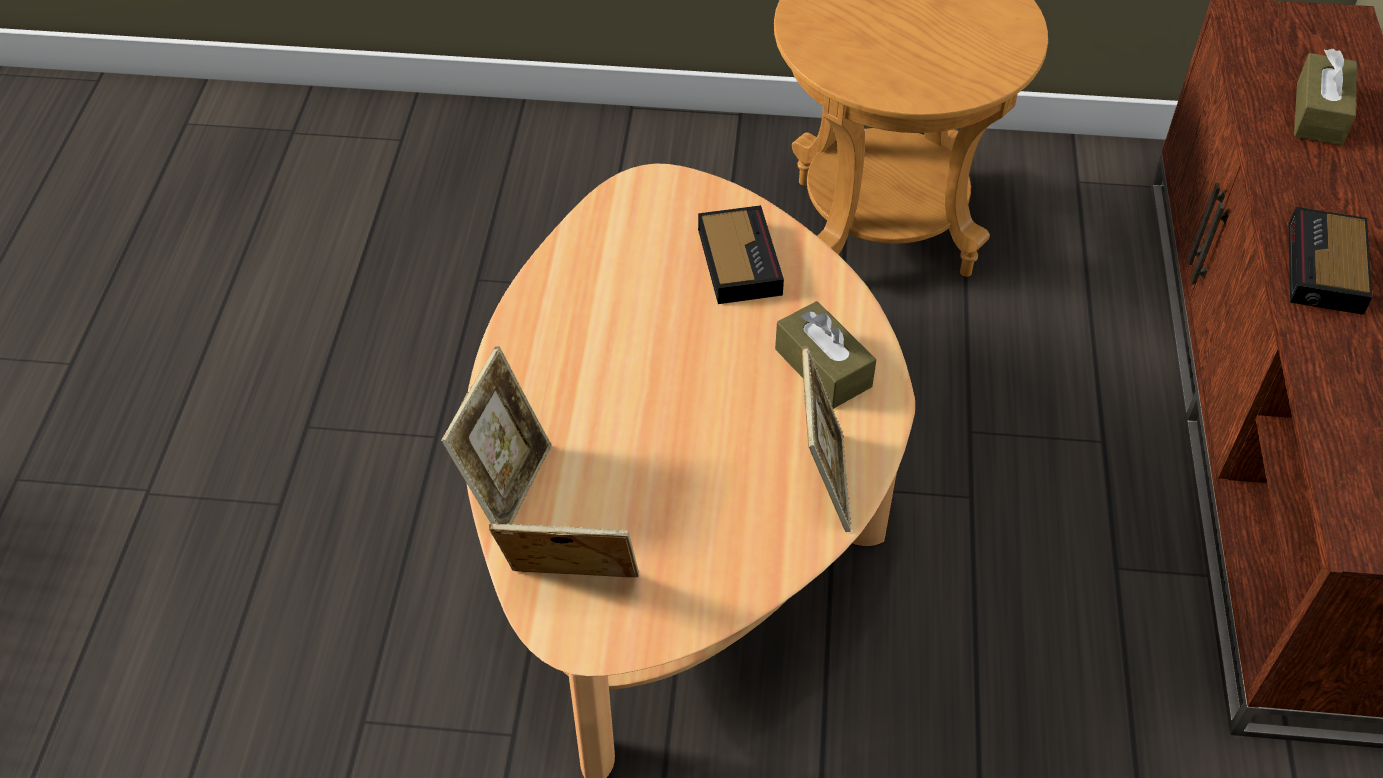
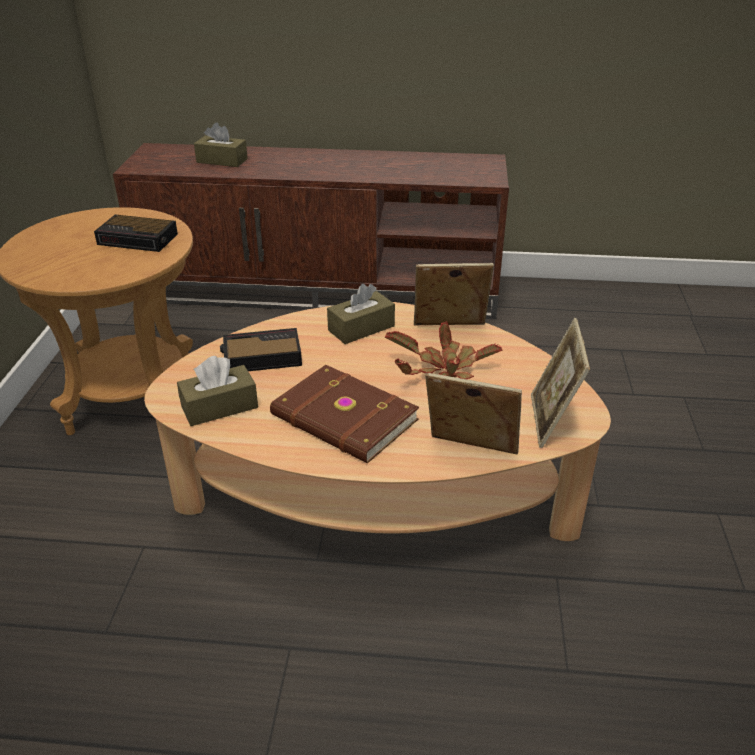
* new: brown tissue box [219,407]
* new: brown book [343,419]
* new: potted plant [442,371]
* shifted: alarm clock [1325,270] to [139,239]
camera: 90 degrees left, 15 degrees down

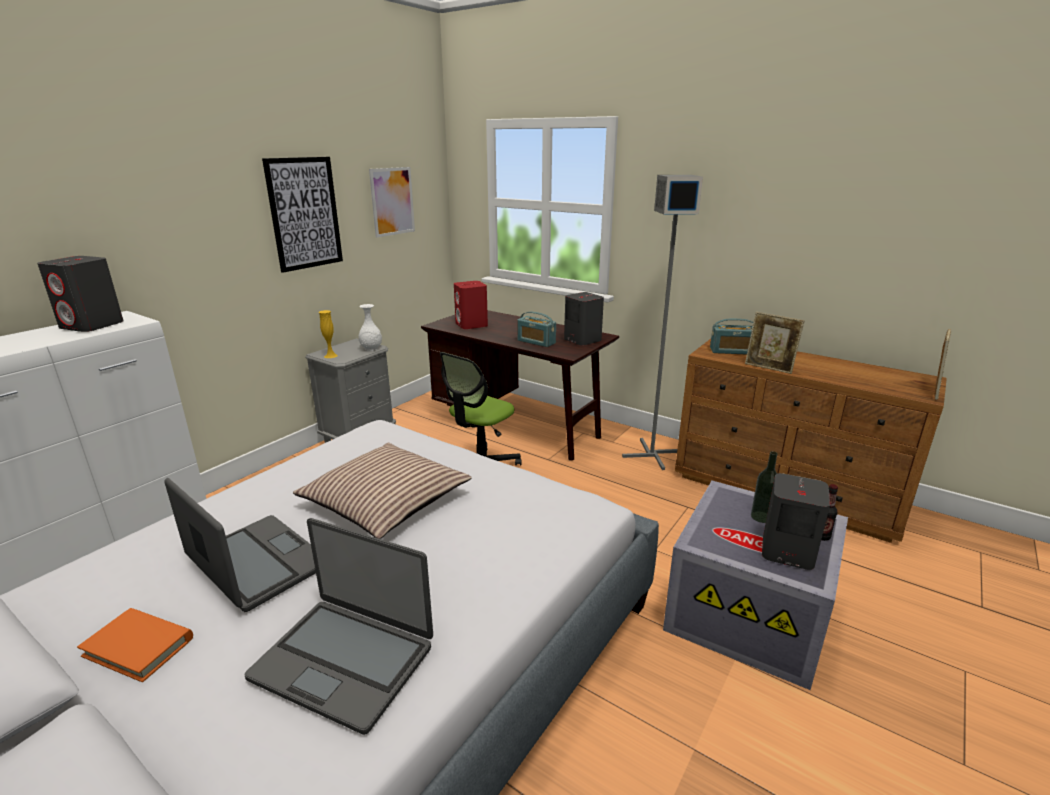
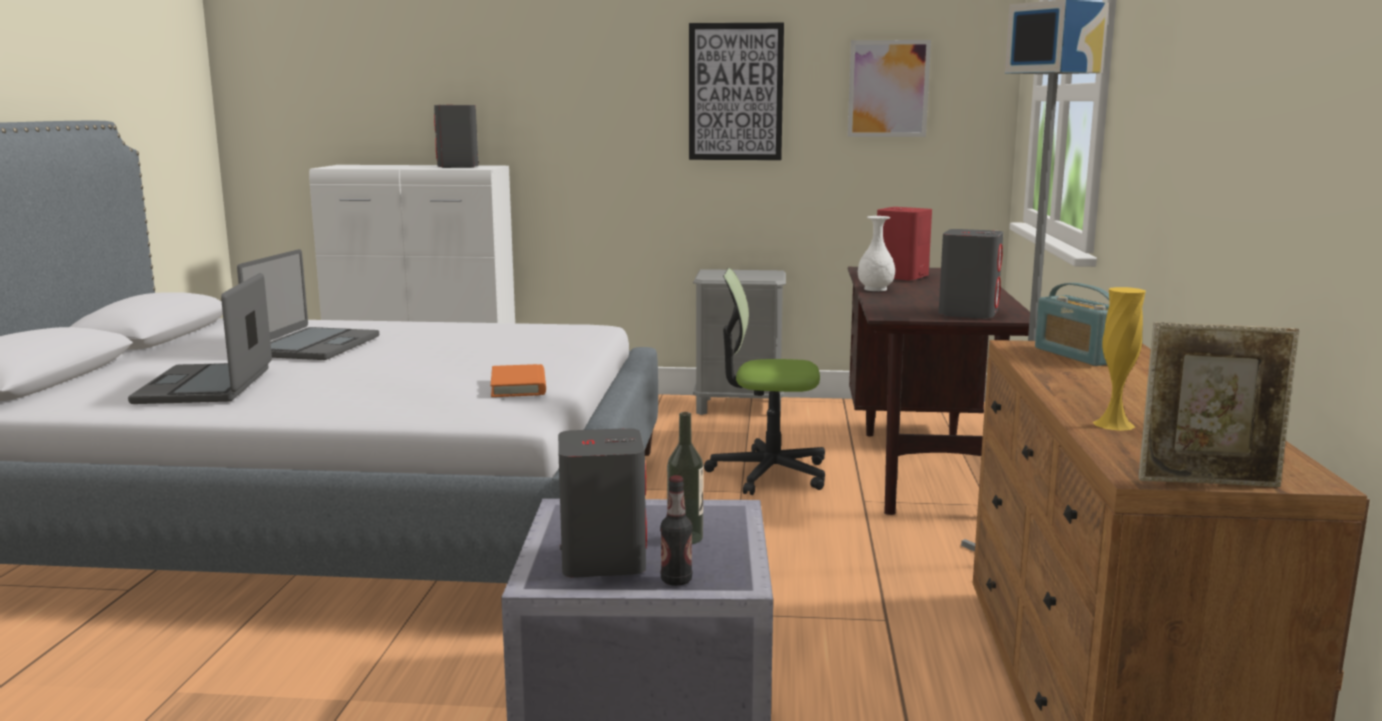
* gone: pillow [385,501]
* gone: radio [536,342]
* gone: picture frame [769,368]
* shifted: orange book [139,647] to [518,386]
* shifted: yellow vase [330,356] to [1113,424]
* shifted: white vase [371,348] to [875,289]
camera: 60 degrees right, 10 degrees down

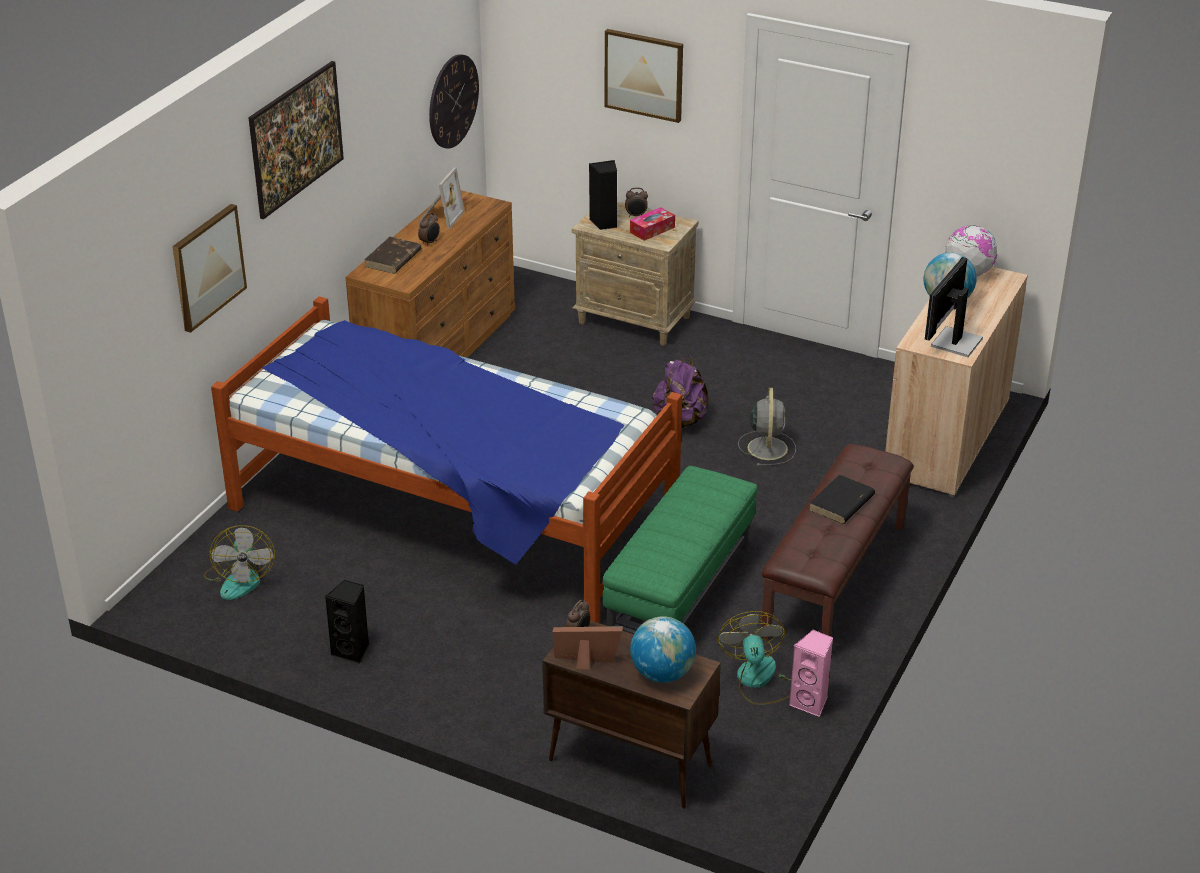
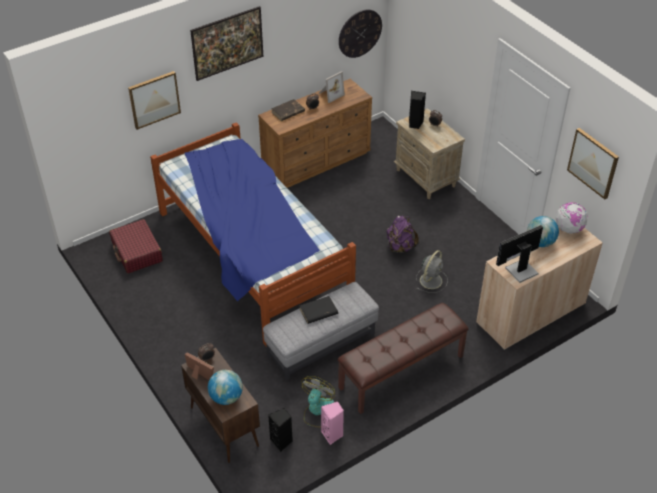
* gone: tissue box [652,230]
* shifted: black speaker [352,651] to [282,442]
* shifted: picture [644,74] to [593,163]
* shifted: black book [841,503] to [318,312]
* swapped: fan [240,579] to red suitcase [137,252]
* repainted: green ottoman [679,591] to grey ottoman [321,344]
camera: 30 degrees right, 10 degrees up

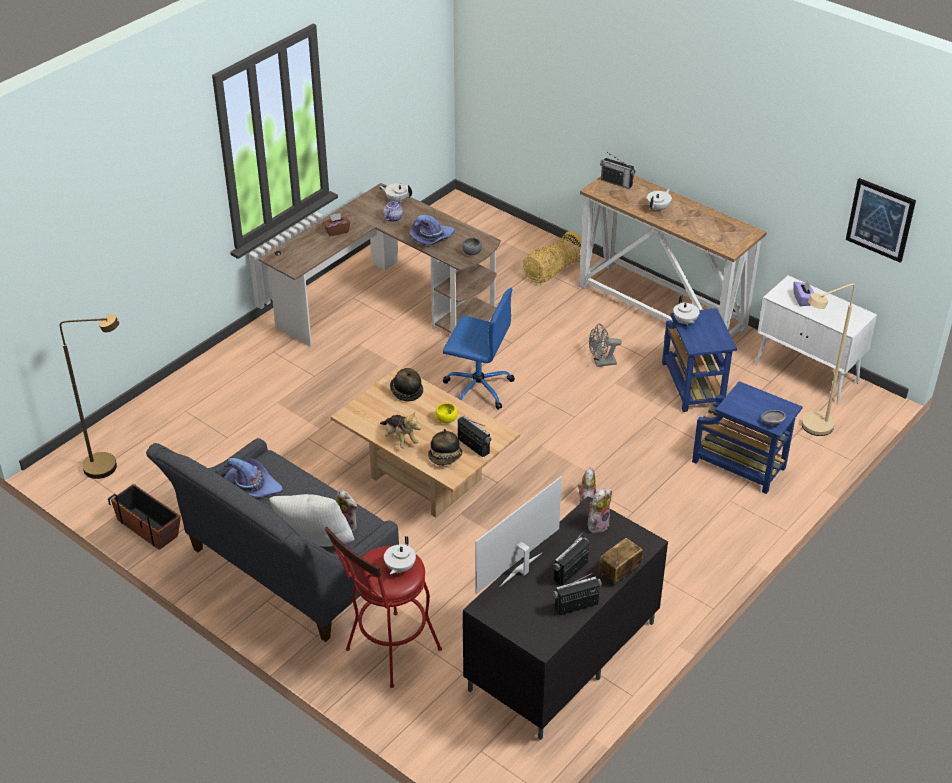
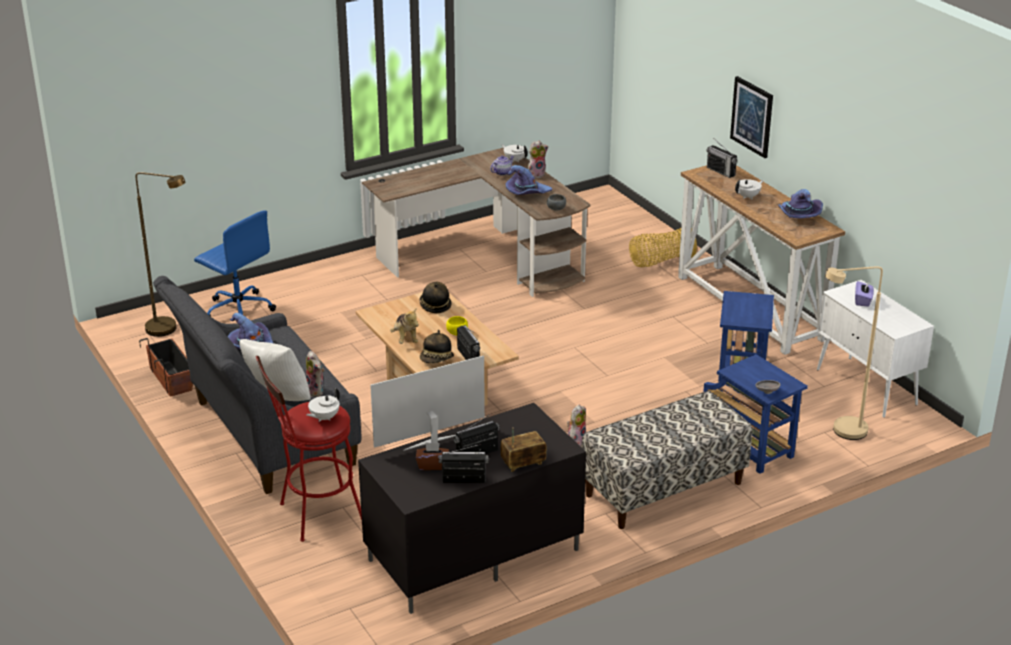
* gone: grey fan [601,363]
* gone: white teapot [685,322]
* new: bench [664,489]
* new: purple hat [797,215]
* shifted: brown tissue box [337,231] to [432,465]
* shifted: blue office chair [477,388] to [238,310]
* shifted: plush toy [597,524] to [536,174]
* shifted: picture [880,219] to [752,116]
camera: 20 degrees right, 10 degrees down

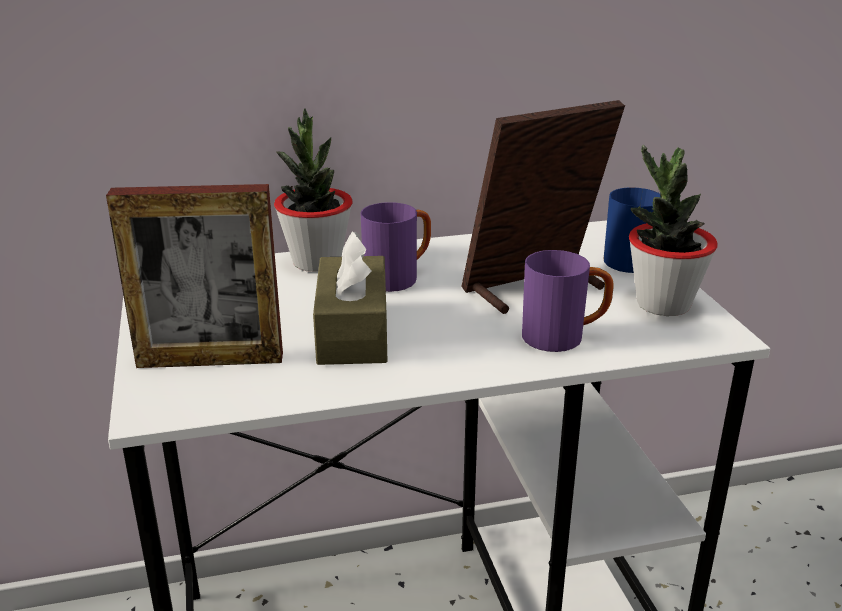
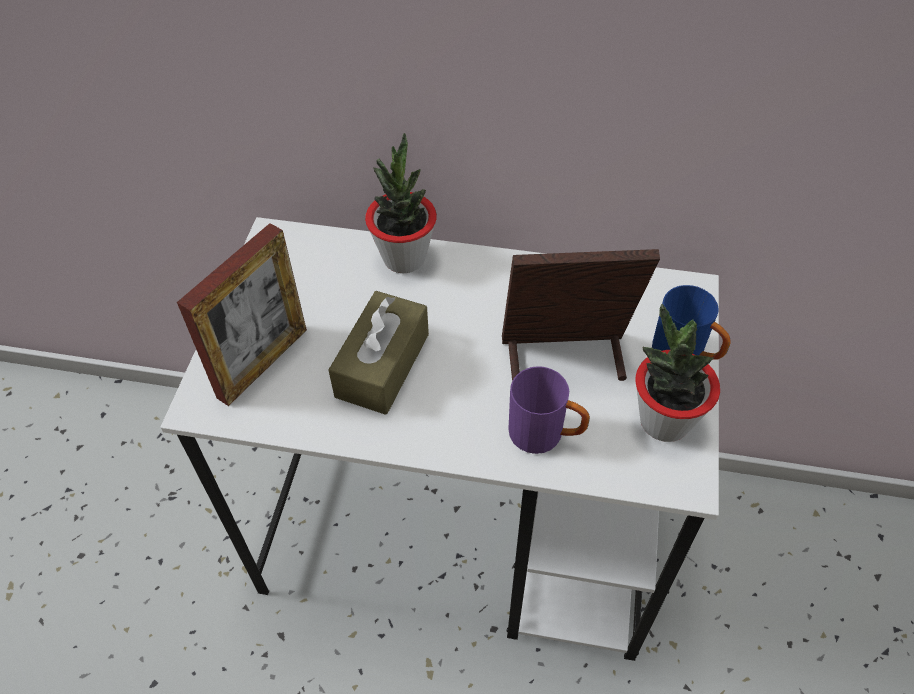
* gone: purple mug [399,278]
* rotated: picture frame [210,360] = [263,363] 75 degrees counterclockwise
camera: 25 degrees right, 25 degrees up

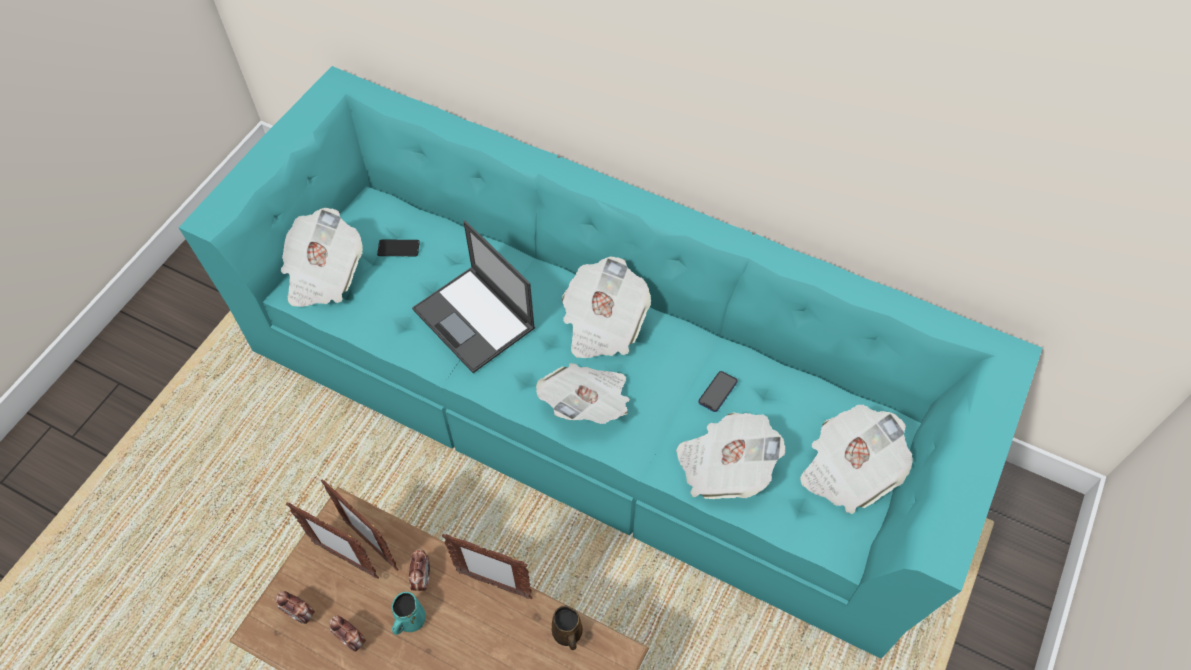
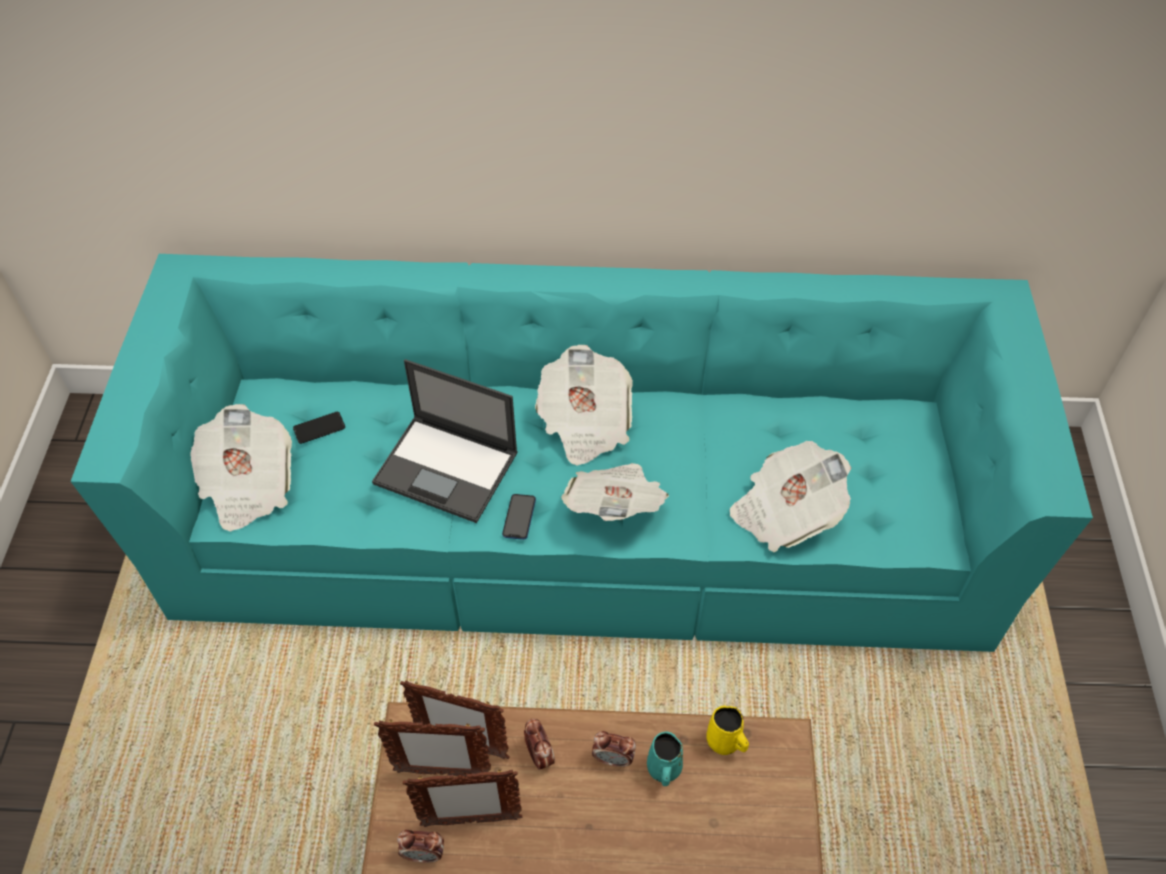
* gone: newspaper [848,470]
* shifted: alarm clock [352,640] to [613,759]
* shifted: turquoise mug [410,621] to [663,770]
* shifted: picture frame [493,584] to [470,821]
* shifted: phone [717,392] to [519,517]
* repainted: brown mug [567,634] to yellow mug [724,742]
camera: 25 degrees left, 5 degrees down

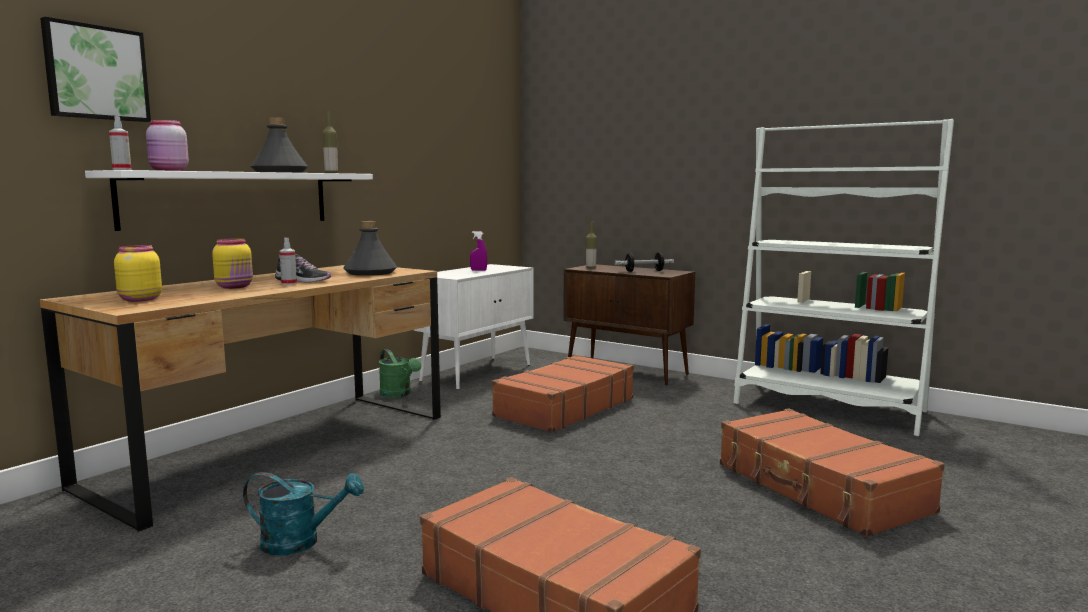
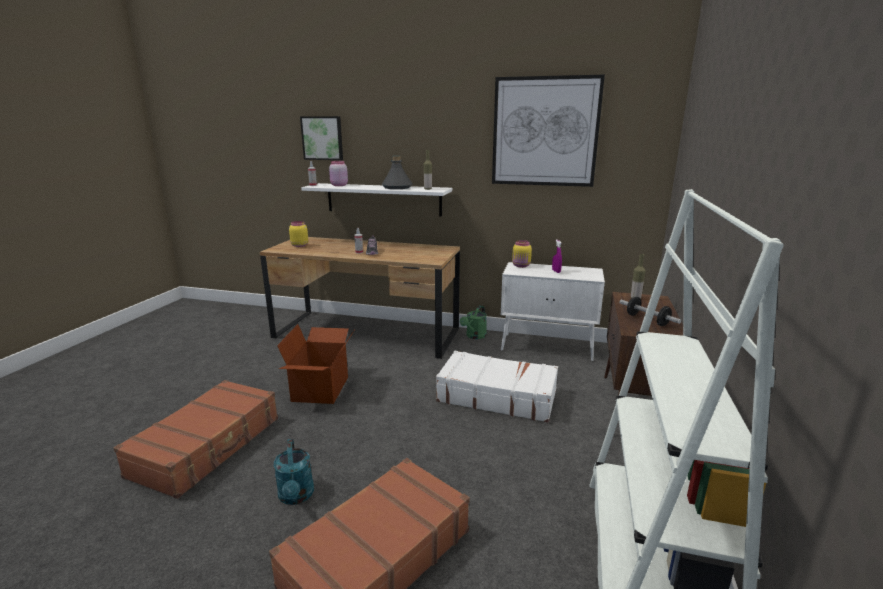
* gone: grey bottle [371,273]
* new: cardboard box [322,389]
* new: picture [545,132]
* shifted: yellow jar [235,287] to [521,266]
* shifted: turquoise watering can [300,542] to [296,496]
* repainted: brown suitcase [564,407] to white suitcase [497,396]
camera: 70 degrees right, 10 degrees up

